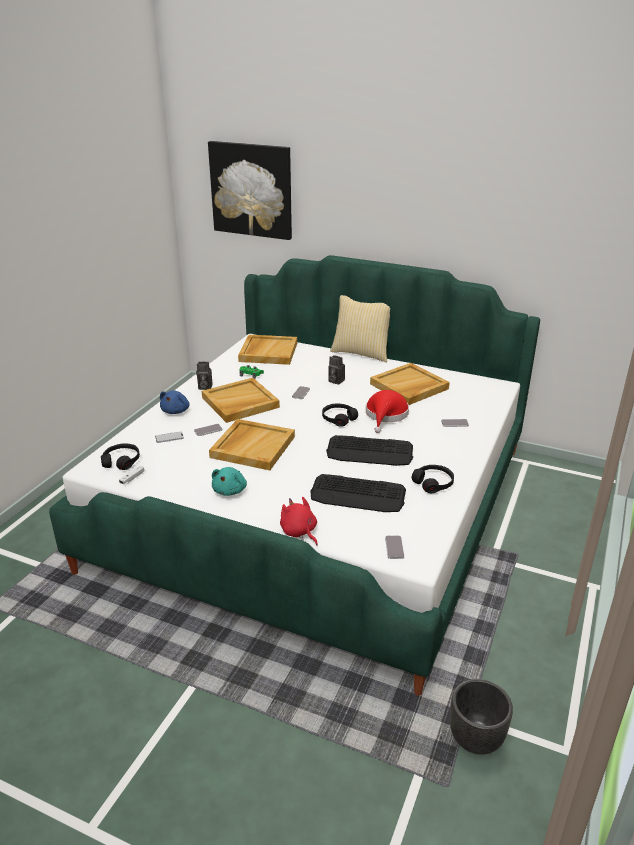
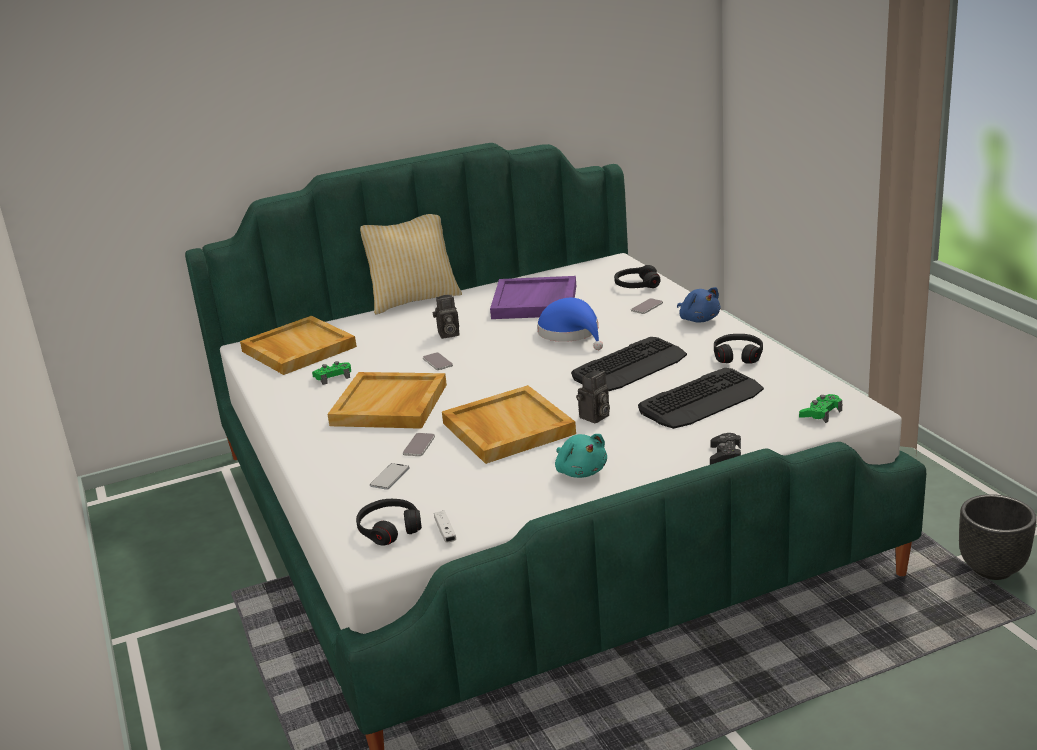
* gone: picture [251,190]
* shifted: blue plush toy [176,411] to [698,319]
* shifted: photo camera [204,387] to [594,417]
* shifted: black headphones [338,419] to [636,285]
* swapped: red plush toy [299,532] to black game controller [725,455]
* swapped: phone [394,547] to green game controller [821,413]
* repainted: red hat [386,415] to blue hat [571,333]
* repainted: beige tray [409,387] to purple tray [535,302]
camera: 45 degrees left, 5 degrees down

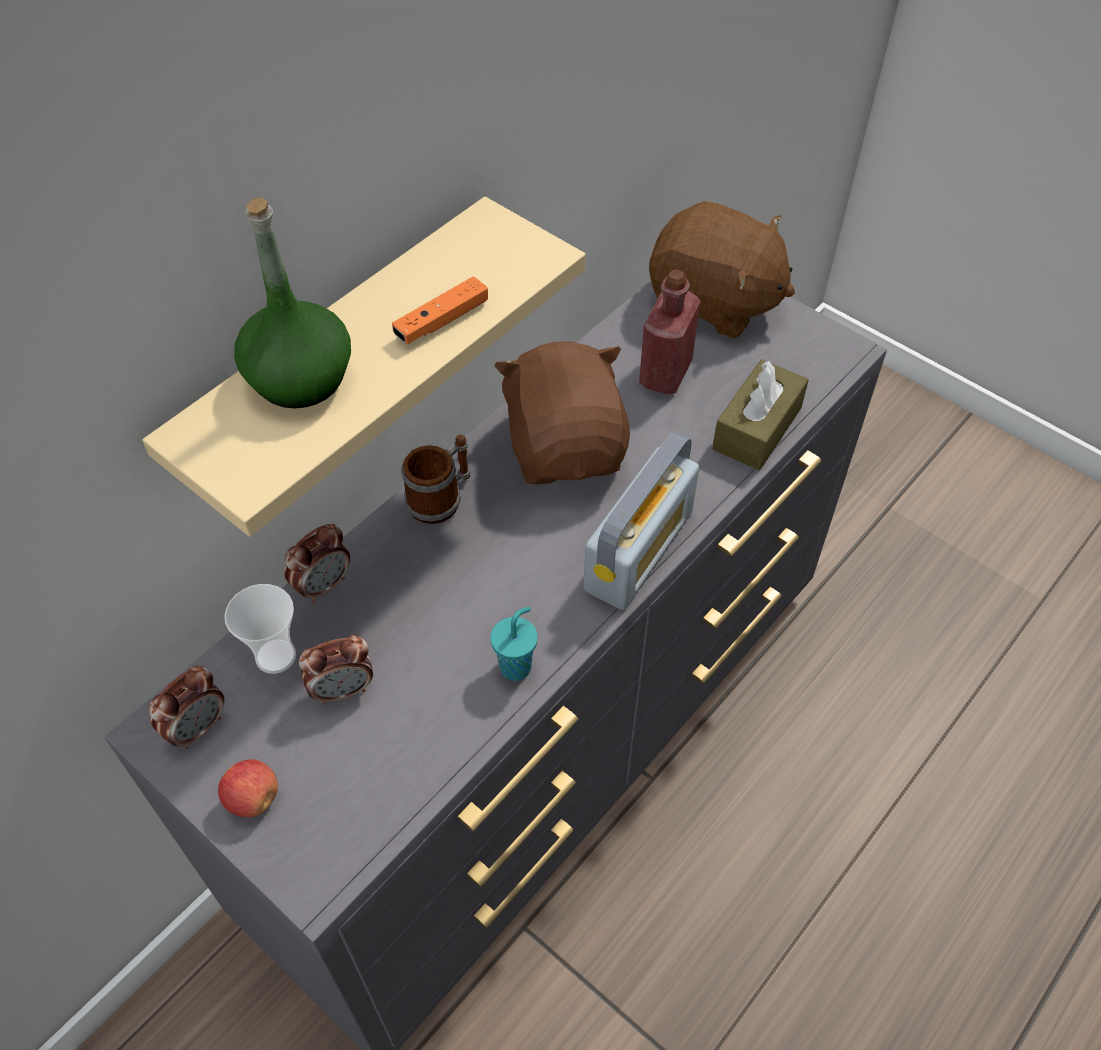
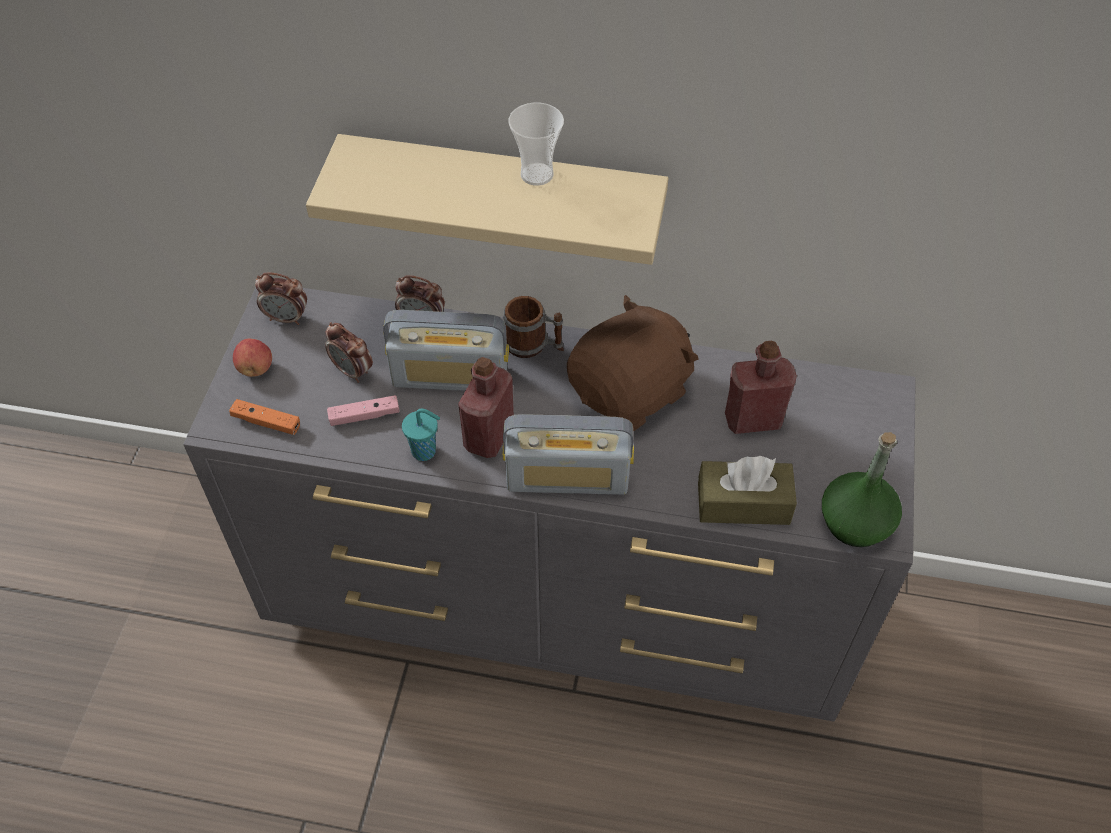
* gone: brown plush toy [714,303]
* new: pink game controller [364,416]
* new: radio [450,376]
* new: red bottle [489,436]
* shifted: cup [275,656] to [537,174]
* shifted: green bottle [300,379] to [855,522]
* shifted: orange game controller [442,321] to [266,422]
camera: 60 degrees right, 0 degrees up

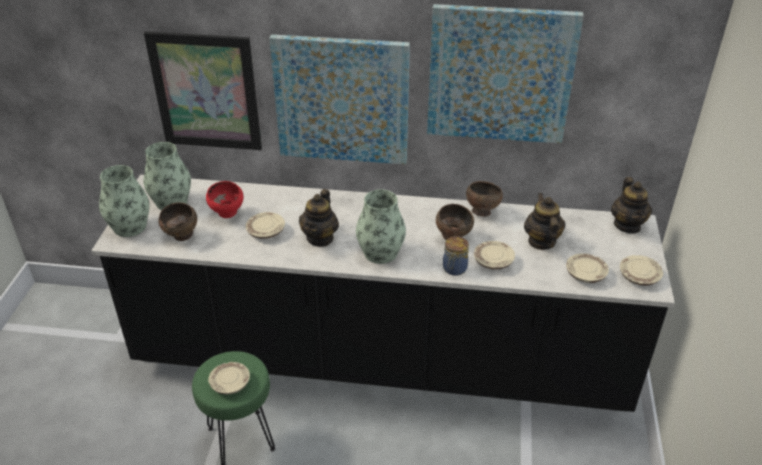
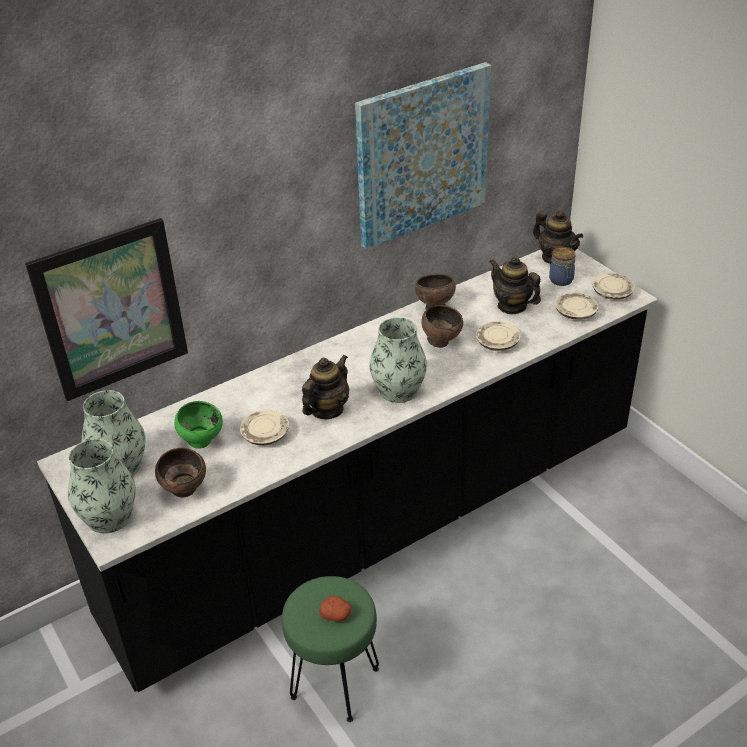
* gone: picture [342,99]
* shifted: jar [454,269] to [561,281]
* swapped: beige plate [230,383] to potato [336,615]
* repainted: red bowl [228,214] to green bowl [202,442]
* rotated: teapot [320,238] = [327,410] 120 degrees counterclockwise
camera: 40 degrees left, 0 degrees up

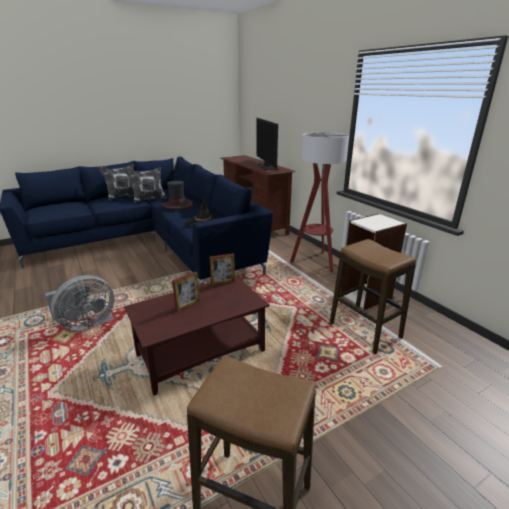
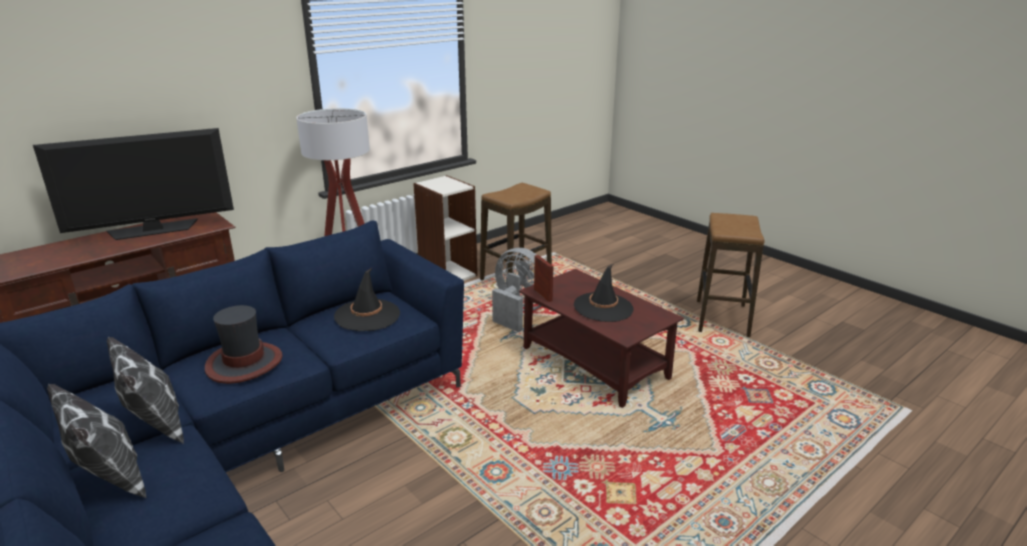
* shifted: grey fan [85,324] to [518,312]
* swapped: picture frame [187,306] to black hat [603,307]
camera: 100 degrees left, 0 degrees up

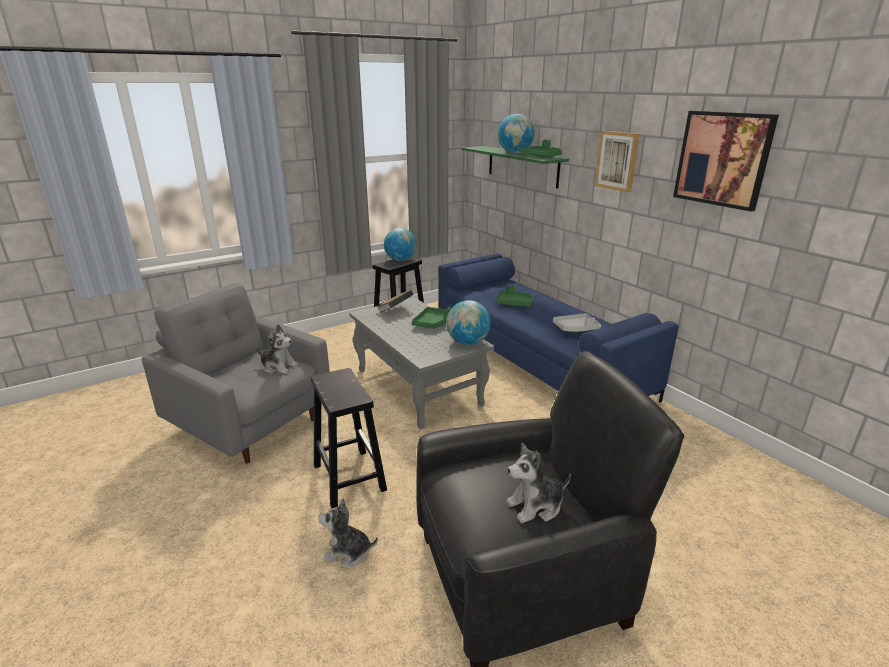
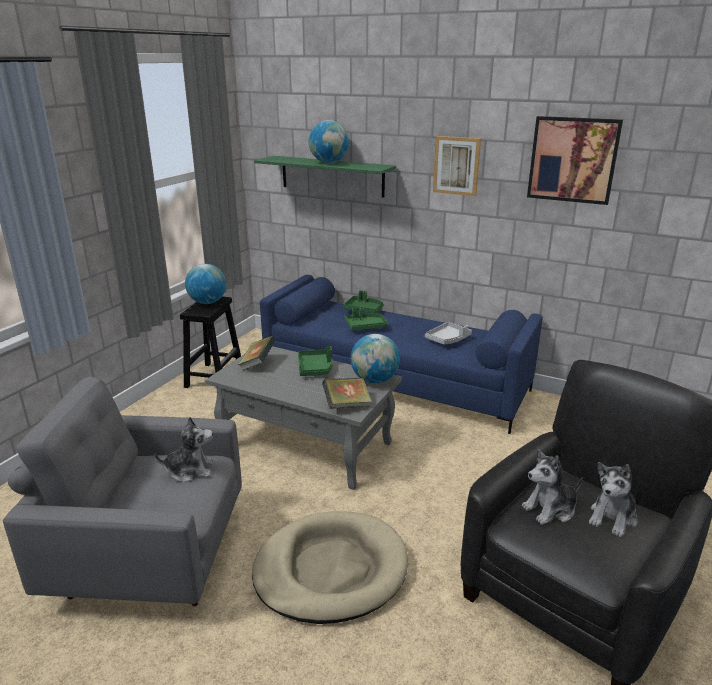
* new: book [347,405]
* shifted: plush toy [348,552] to [550,509]
* shifted: green tray [542,157] to [364,309]
* swapped: black stool [348,476] to beige dog bed [330,570]
camera: 30 degrees left, 0 degrees up

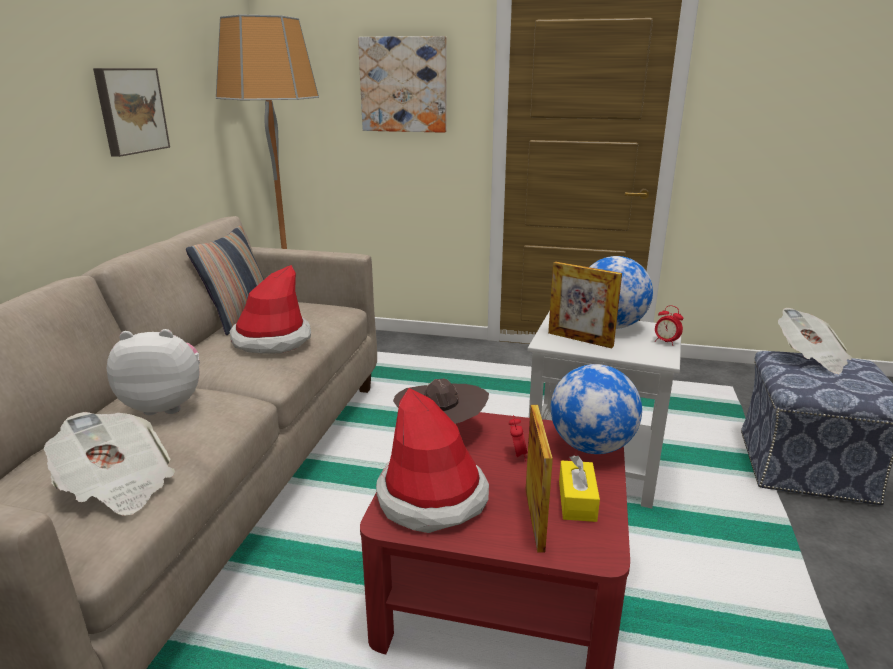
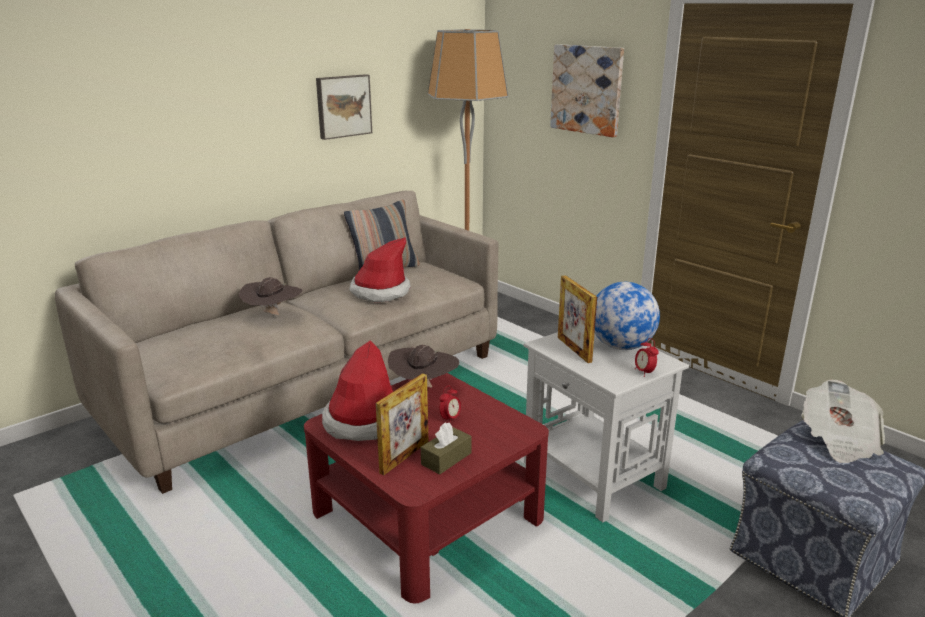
* gone: newspaper [117,485]
* gone: globe [591,446]
* swapped: plush toy [166,405] to brown hat [273,315]
* repainted: yellow tissue box [577,501] to brown tissue box [446,459]
camera: 35 degrees right, 0 degrees up

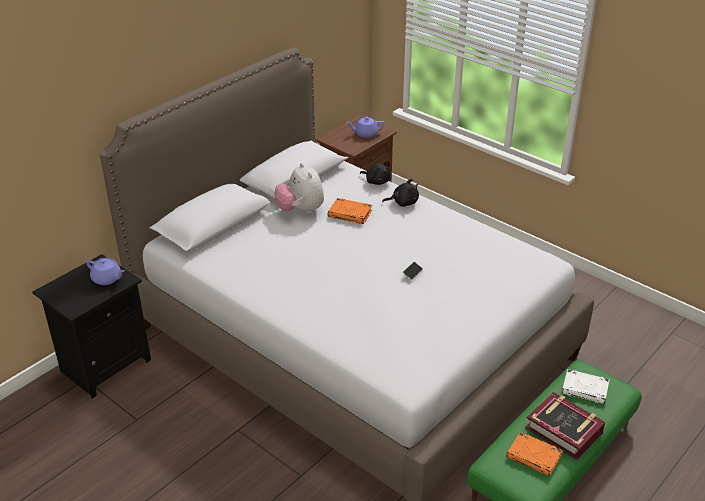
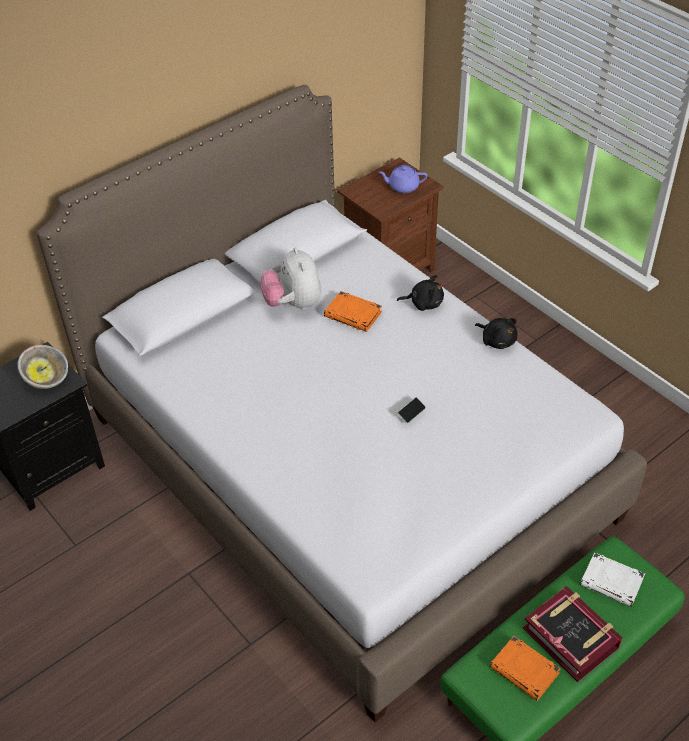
* shifted: black plush toy [377,181] to [497,340]
* swapped: purple teapot [107,279] to bowl [47,379]
camera: 10 degrees right, 10 degrees up

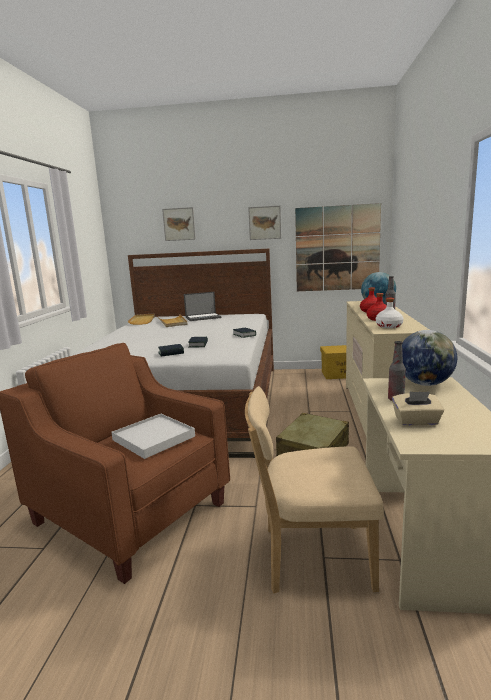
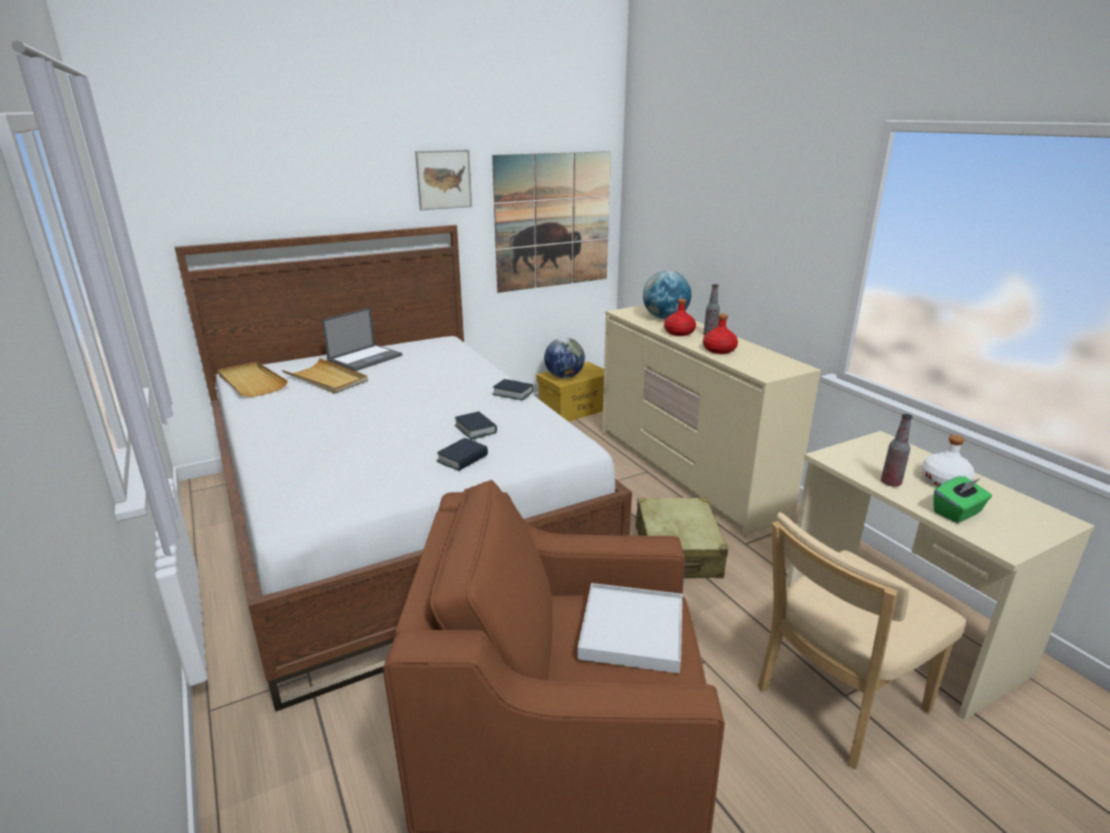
* gone: picture [179,224]
* shifted: white bottle [388,326] to [944,481]
* shifted: globe [425,384] to [564,377]
* repainted: beige tissue box [416,421] to green tissue box [957,512]
camera: 35 degrees left, 10 degrees up

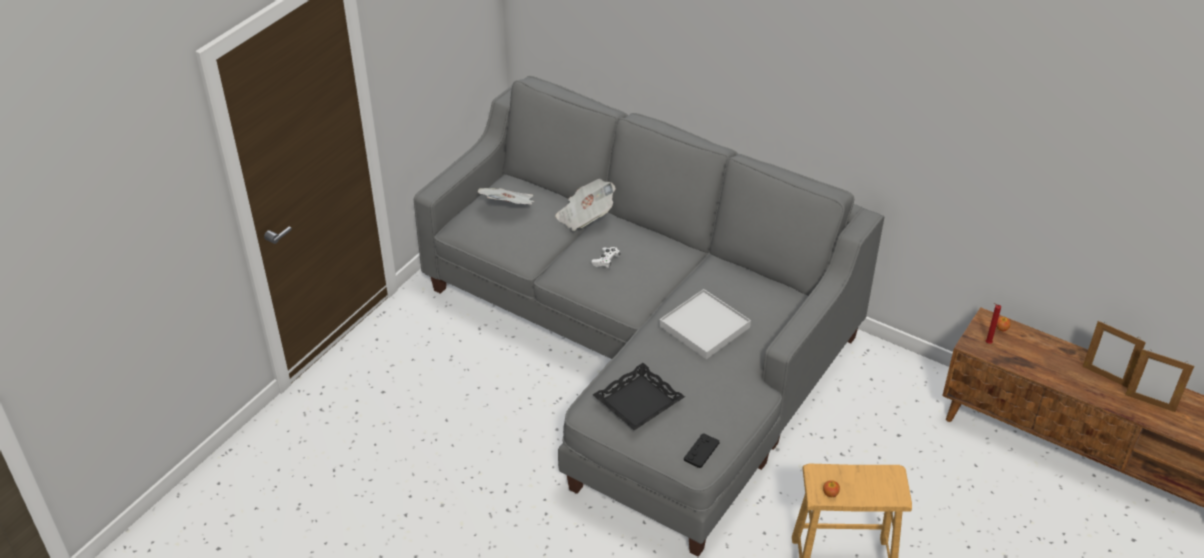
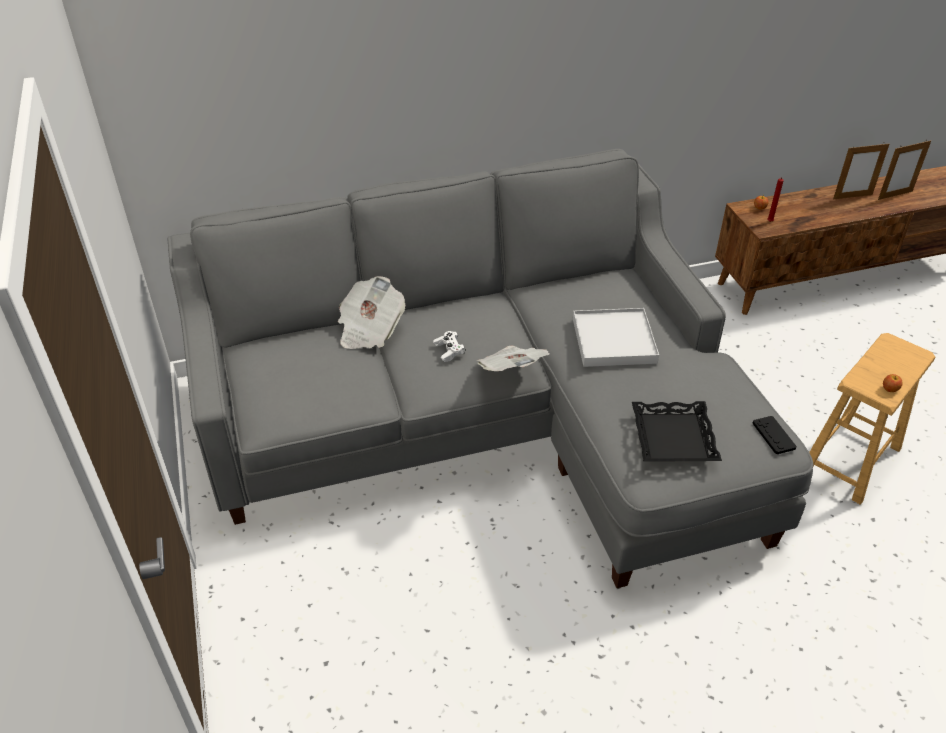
* shifted: newspaper [509,207] to [511,372]
camera: 50 degrees left, 0 degrees up

